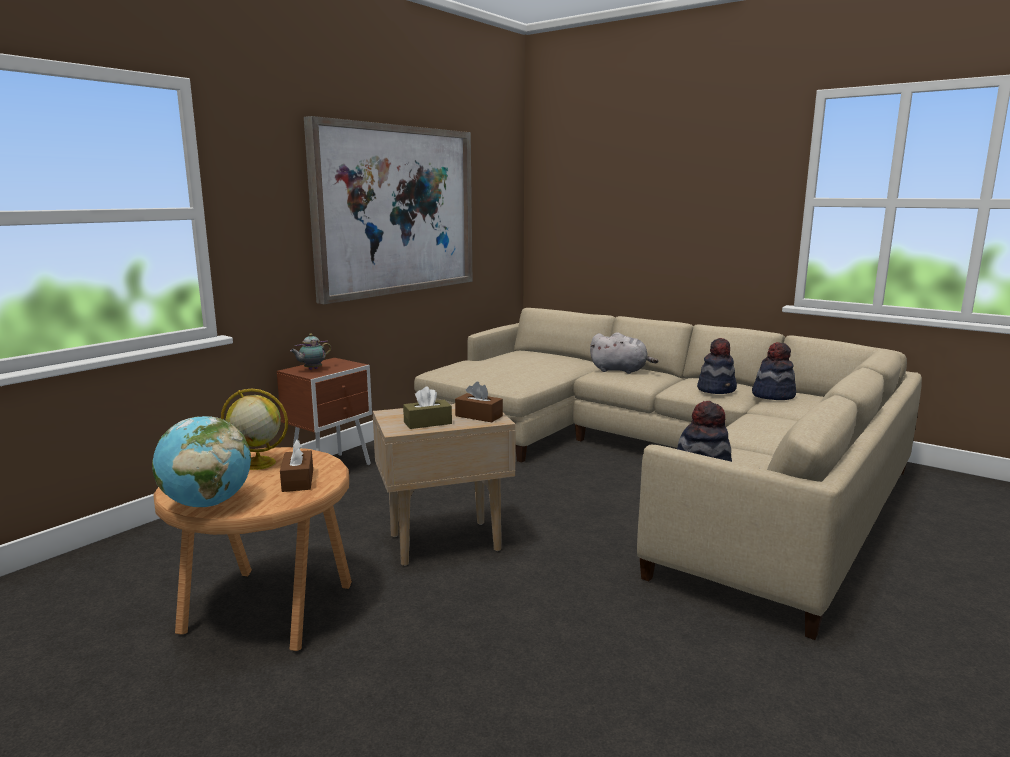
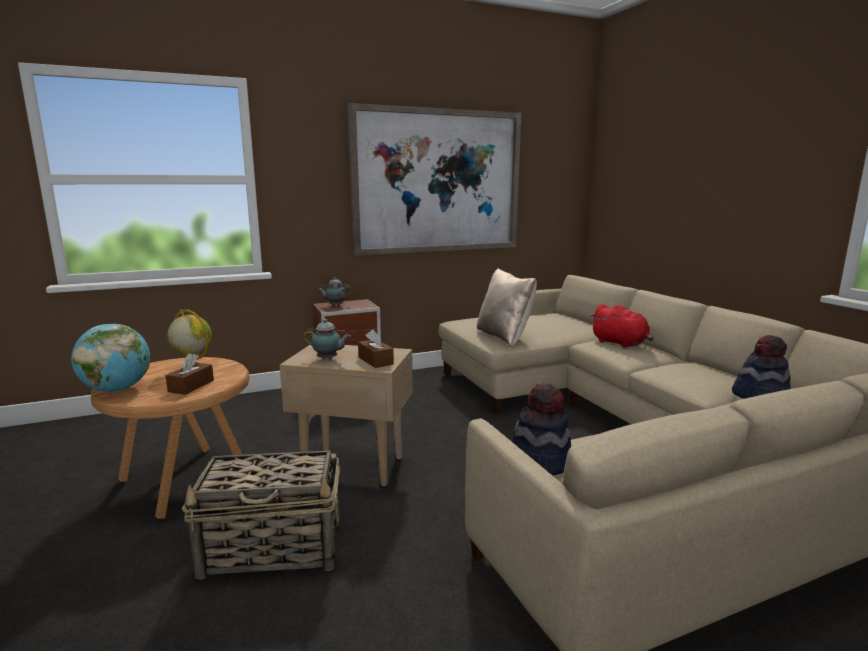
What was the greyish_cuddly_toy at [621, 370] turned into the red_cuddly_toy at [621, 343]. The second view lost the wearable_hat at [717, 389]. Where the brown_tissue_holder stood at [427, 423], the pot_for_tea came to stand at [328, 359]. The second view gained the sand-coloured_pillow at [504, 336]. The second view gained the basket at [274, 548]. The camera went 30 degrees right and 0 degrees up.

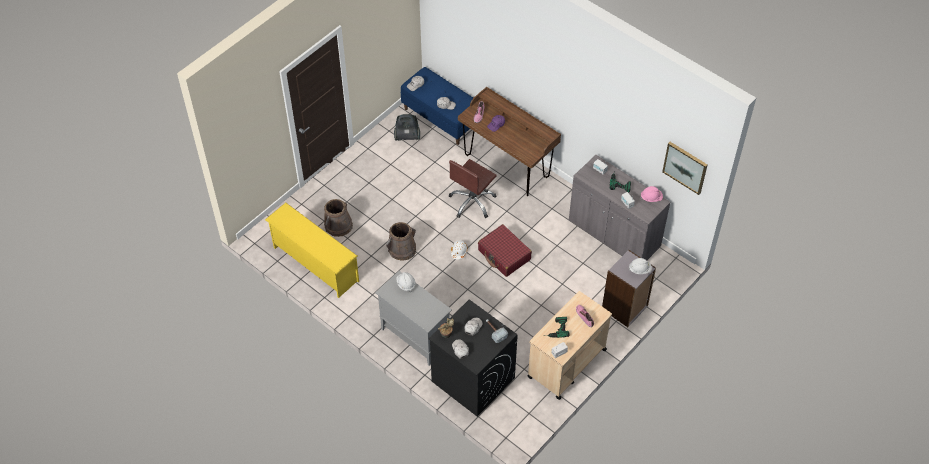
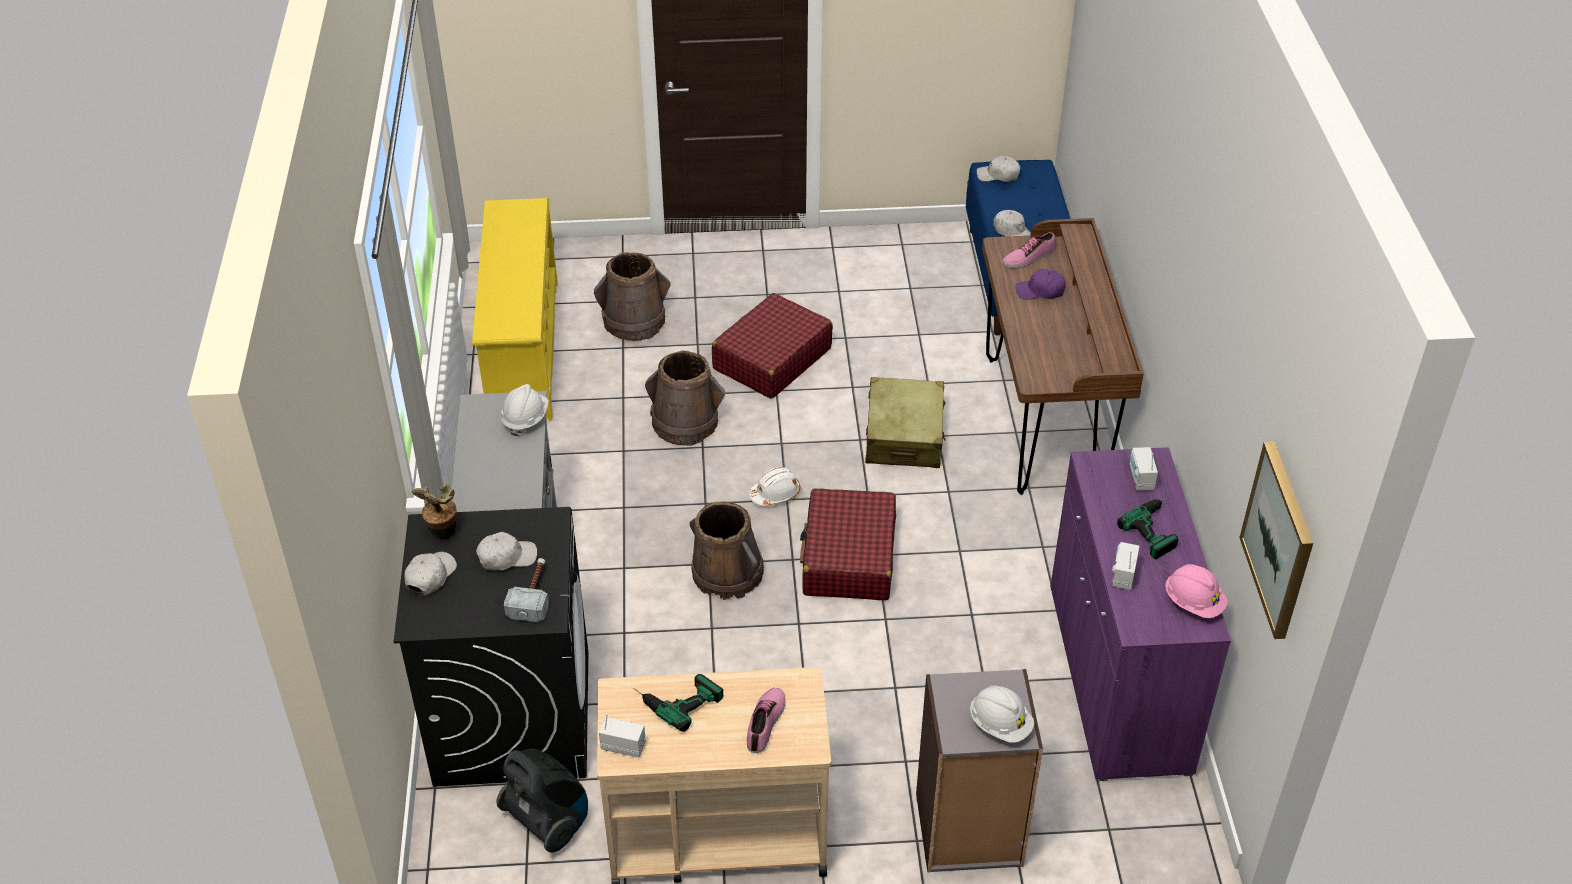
The vacuum ended up elsewhere, having gone from [407, 136] to [548, 821]. What was the greyish_cupboard at [614, 234] turned into the purple-coloured_cupboard at [1118, 678]. Where the brown_desk_chair stood at [472, 202], the sand-coloured_travel_case came to stand at [904, 435]. The second view gained the red_travel_case at [771, 359]. The second view gained the brown_pail at [727, 573]. The camera went 45 degrees right and 10 degrees down.

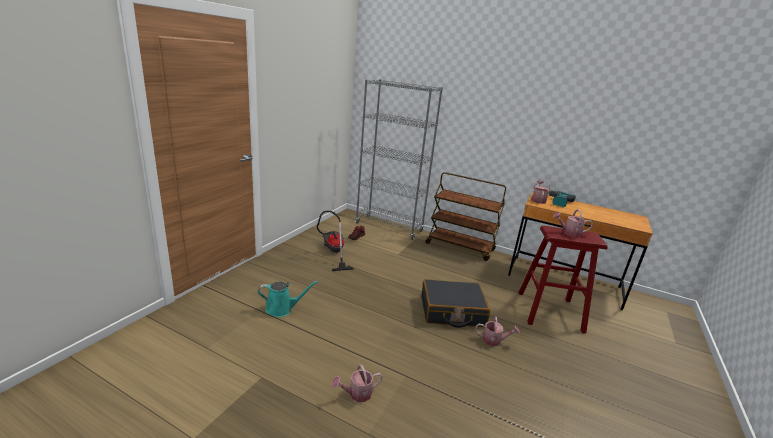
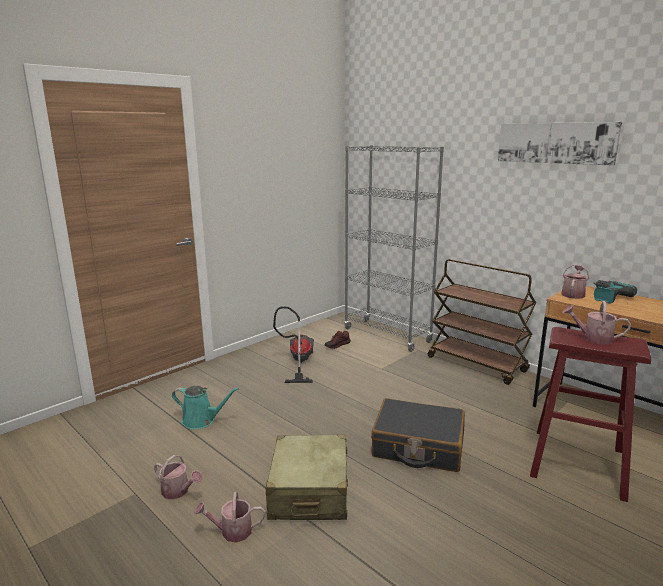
The watering_pot ended up elsewhere, having gone from [494, 340] to [178, 491]. The second view gained the wall_picture at [555, 143]. The second view gained the sand-coloured_travel_case at [309, 491]. The camera went 20 degrees right and 5 degrees down.

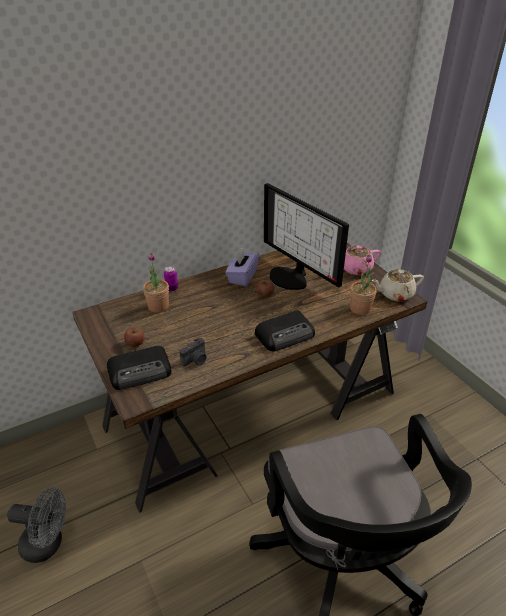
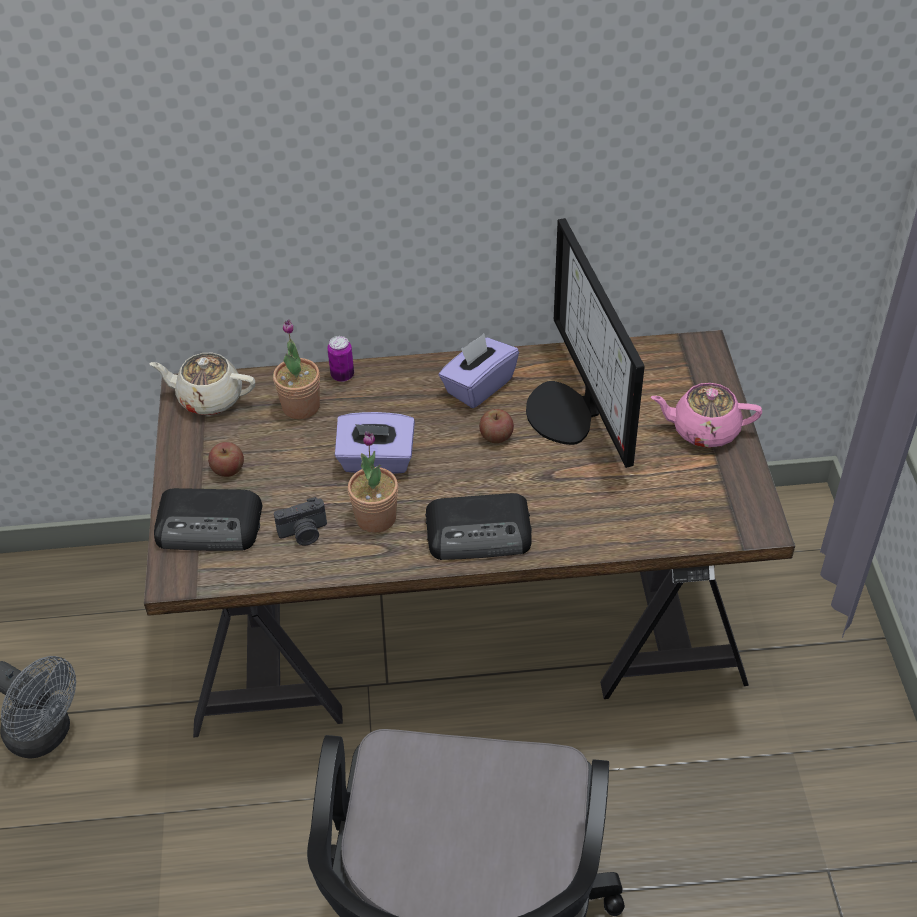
The potted_plant ended up elsewhere, having gone from [360, 308] to [376, 517]. The sand-coloured_pot_for_tea ended up elsewhere, having gone from [395, 294] to [209, 398]. The second view gained the purple-coloured_tissue_holder at [376, 461]. The camera went 25 degrees right and 10 degrees up.

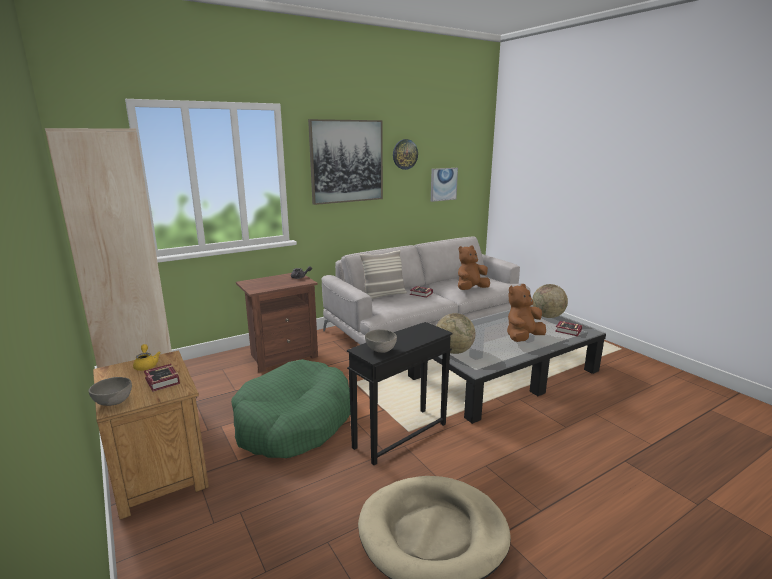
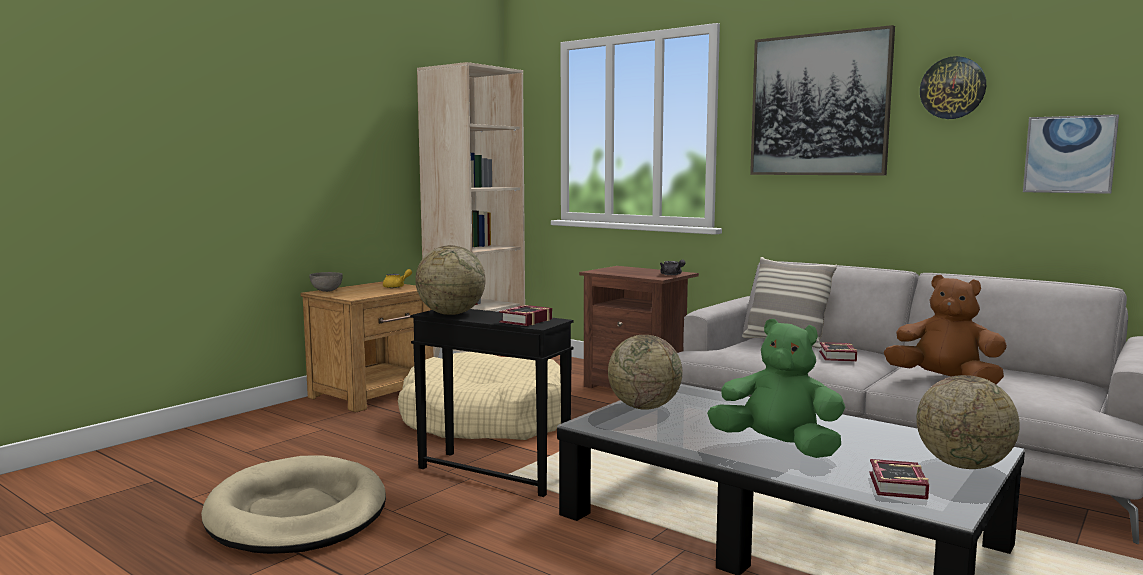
What was the brown_cuddly_toy at [523, 338] turned into the green_cuddly_toy at [778, 447]. Where the greyish_bowl stood at [380, 350], the globe came to stand at [451, 314]. What was the green_dog_bed at [293, 422] turned into the sand-coloured_dog_bed at [485, 419]. The book ended up elsewhere, having gone from [161, 382] to [523, 321]. The camera went 70 degrees right and 10 degrees down.

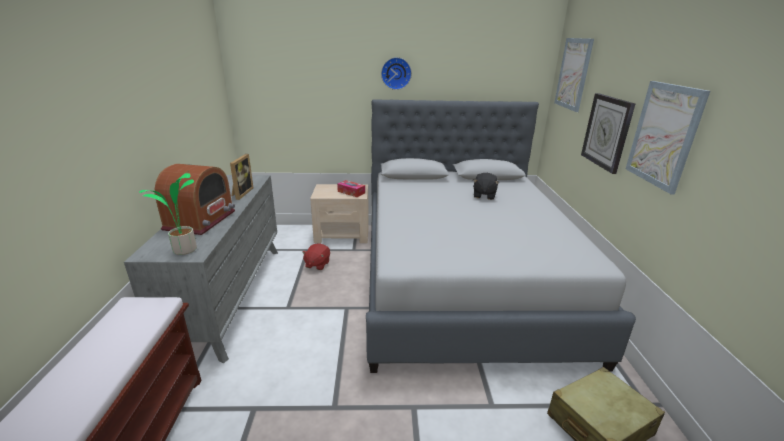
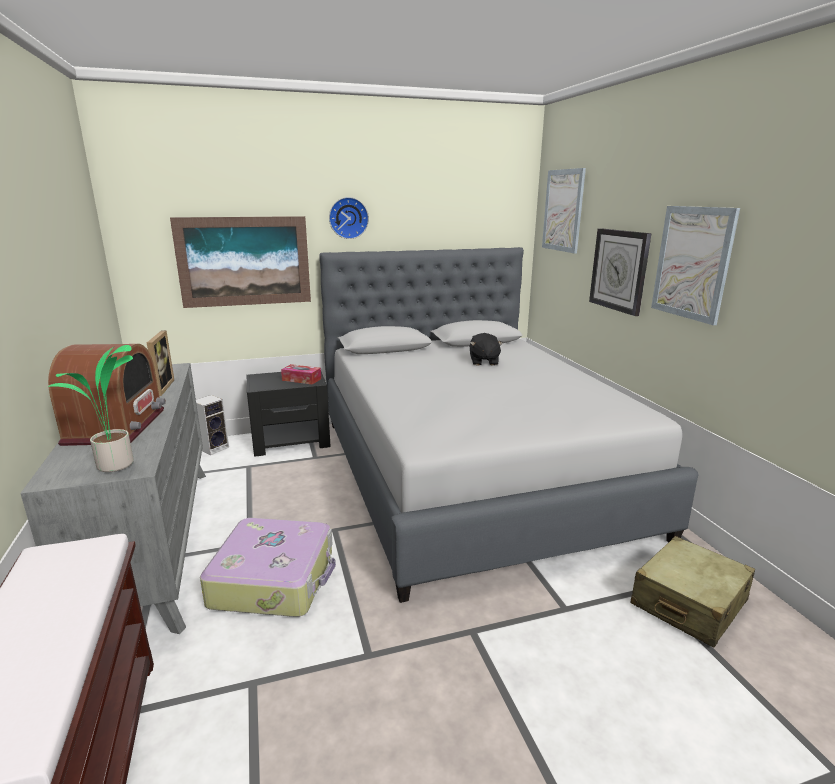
What was the sand-coloured_nightstand at [342, 234] turned into the blackish_nightstand at [291, 440]. The second view lost the red_cuddly_toy at [317, 264]. The second view gained the wall_picture at [244, 261]. The second view gained the speaker at [214, 448]. The second view gained the travel_case at [274, 579]. The camera went 15 degrees left and 5 degrees down.

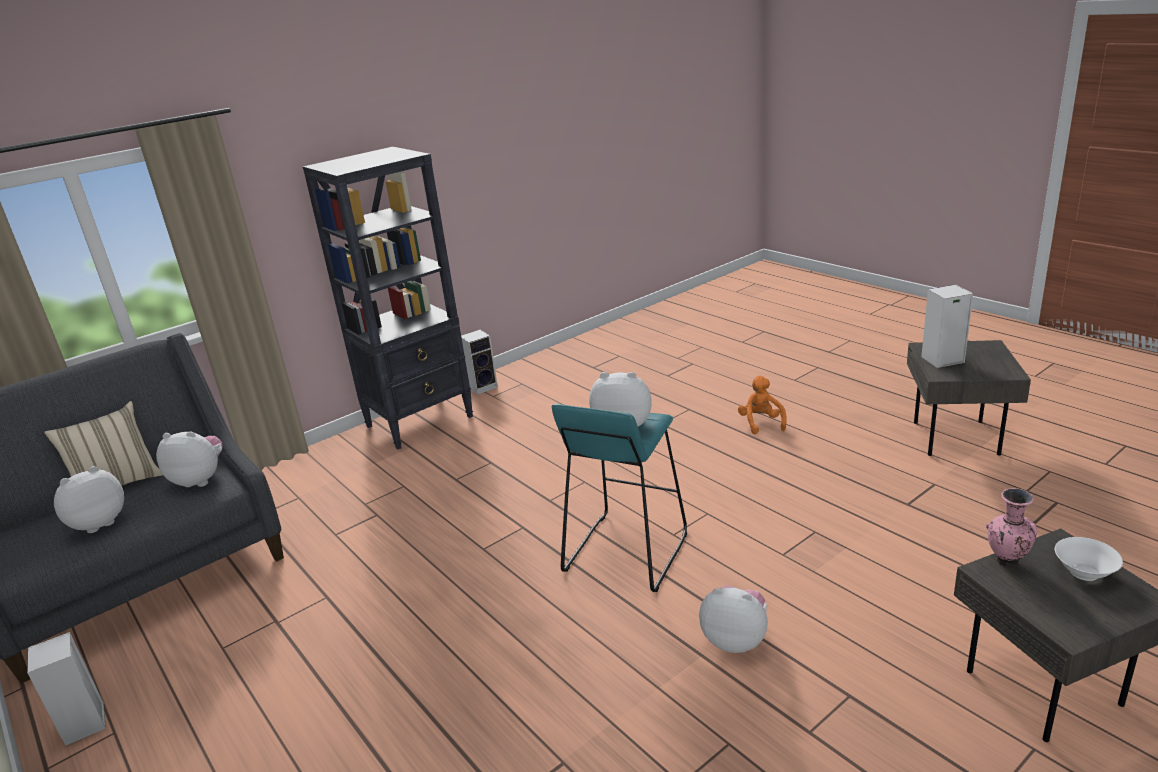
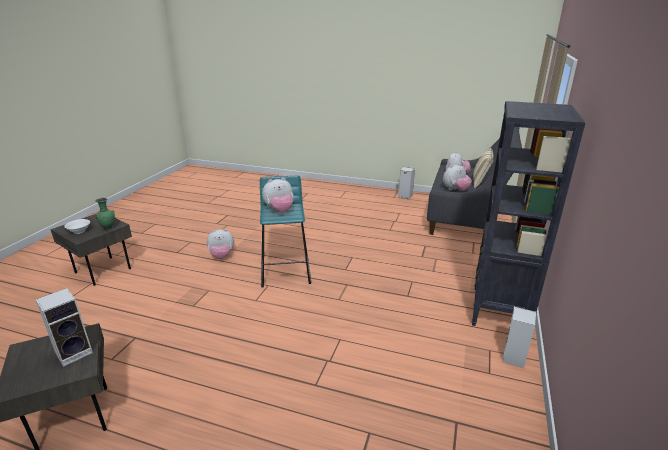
The second view lost the orange-coloured_cuddly_toy at [761, 423]. What was the pink-coloured_decorative_vase at [1006, 562] turned into the green_decorative_vase at [108, 228]. The camera went 145 degrees right and 0 degrees up.

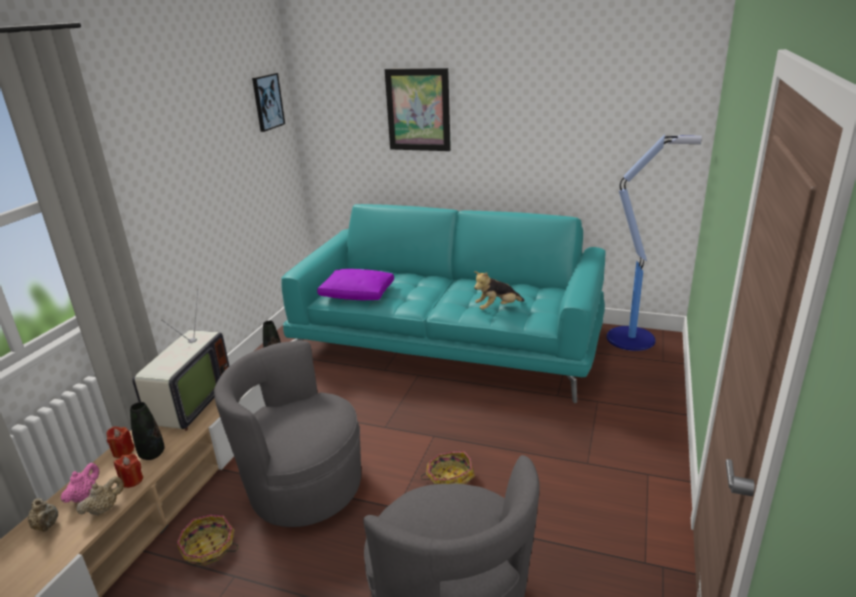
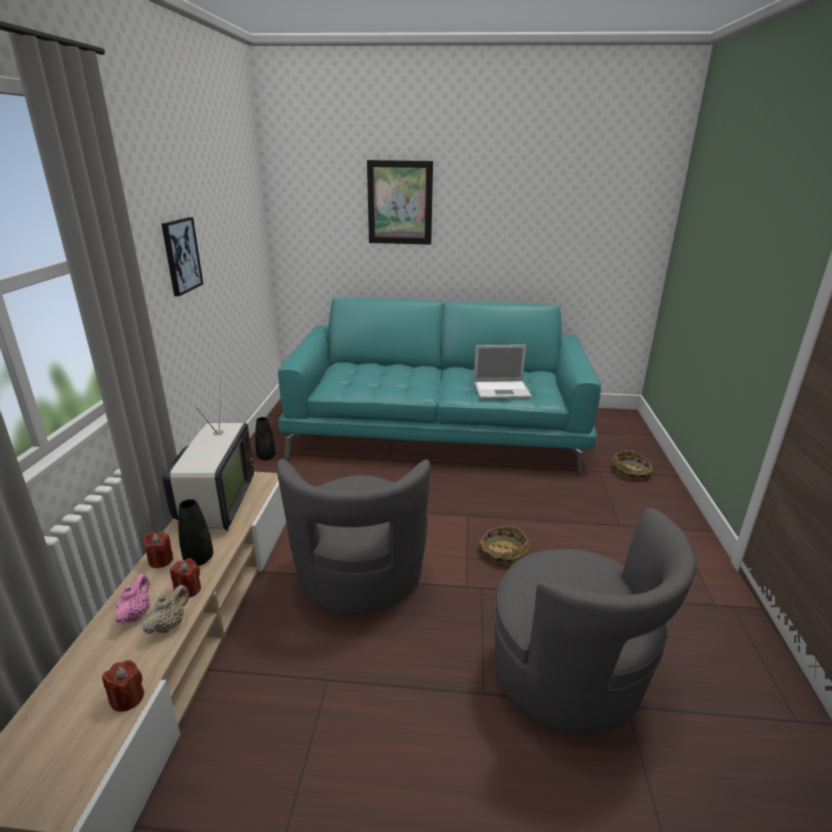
The wall_picture ended up elsewhere, having gone from [267, 102] to [181, 255]. The second view lost the standard_lamp at [633, 339]. The second view lost the purple-coloured_pillow at [358, 294]. Where the cuddly_toy stood at [497, 308], the laptop came to stand at [502, 390]. The greyish_lounge_chair at [303, 487] ended up facing another way, 90 degrees counterclockwise from before. The second view lost the sand-coloured_pot_for_tea at [47, 526]. The basket ended up elsewhere, having gone from [209, 549] to [631, 472]. The second view gained the red_wax_candle at [127, 698]. The camera went 15 degrees left and 0 degrees up.

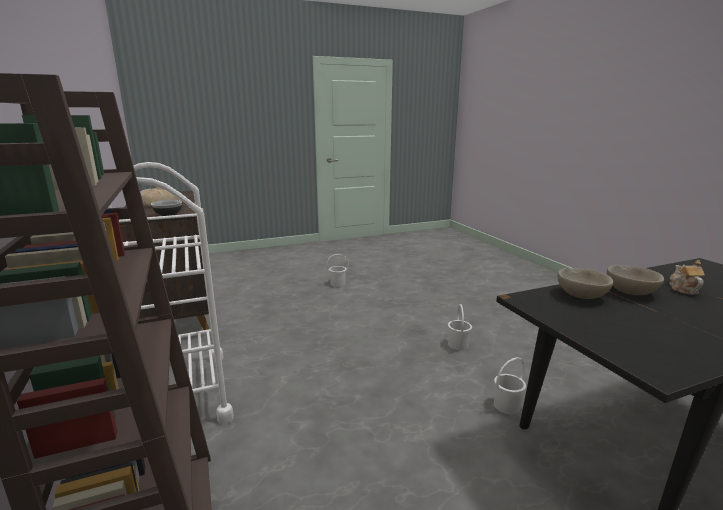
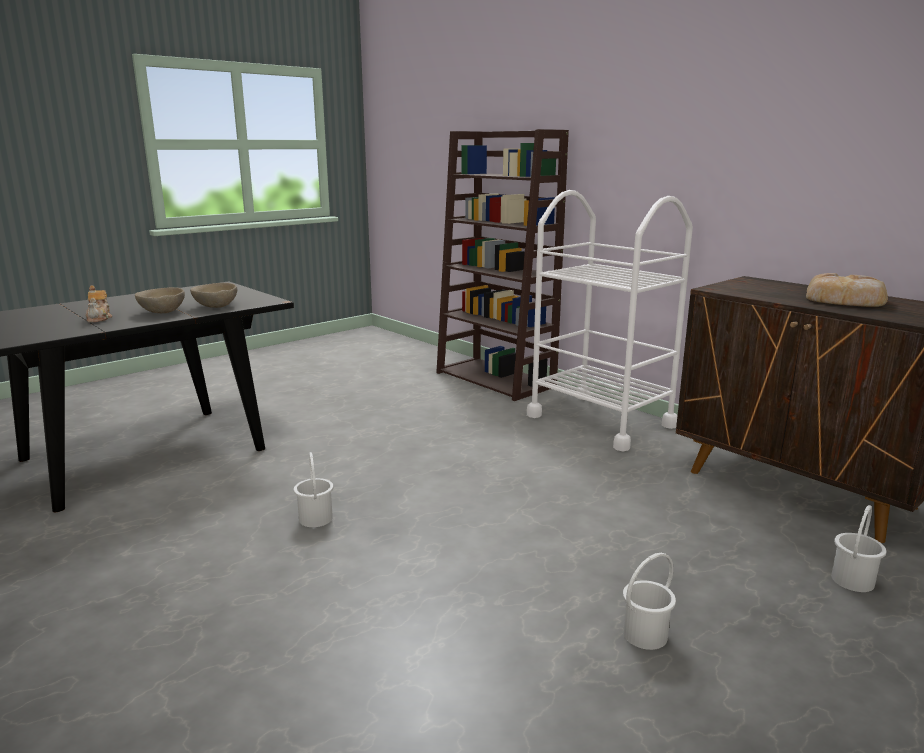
The second view lost the bowl at [168, 214]. The white-coloured_pail ended up elsewhere, having gone from [506, 405] to [853, 580]. The camera went 160 degrees right and 0 degrees up.

